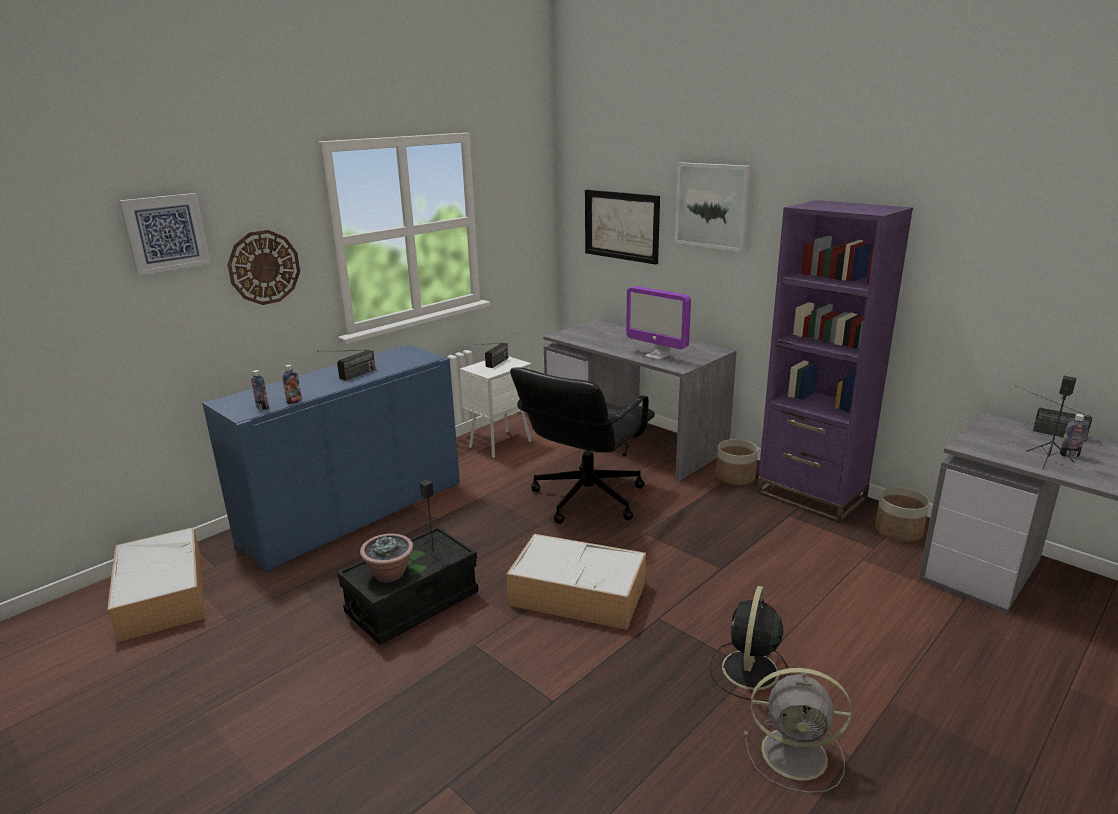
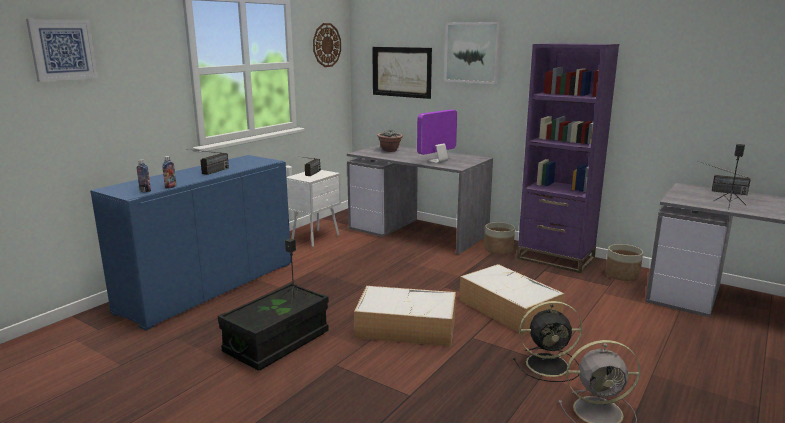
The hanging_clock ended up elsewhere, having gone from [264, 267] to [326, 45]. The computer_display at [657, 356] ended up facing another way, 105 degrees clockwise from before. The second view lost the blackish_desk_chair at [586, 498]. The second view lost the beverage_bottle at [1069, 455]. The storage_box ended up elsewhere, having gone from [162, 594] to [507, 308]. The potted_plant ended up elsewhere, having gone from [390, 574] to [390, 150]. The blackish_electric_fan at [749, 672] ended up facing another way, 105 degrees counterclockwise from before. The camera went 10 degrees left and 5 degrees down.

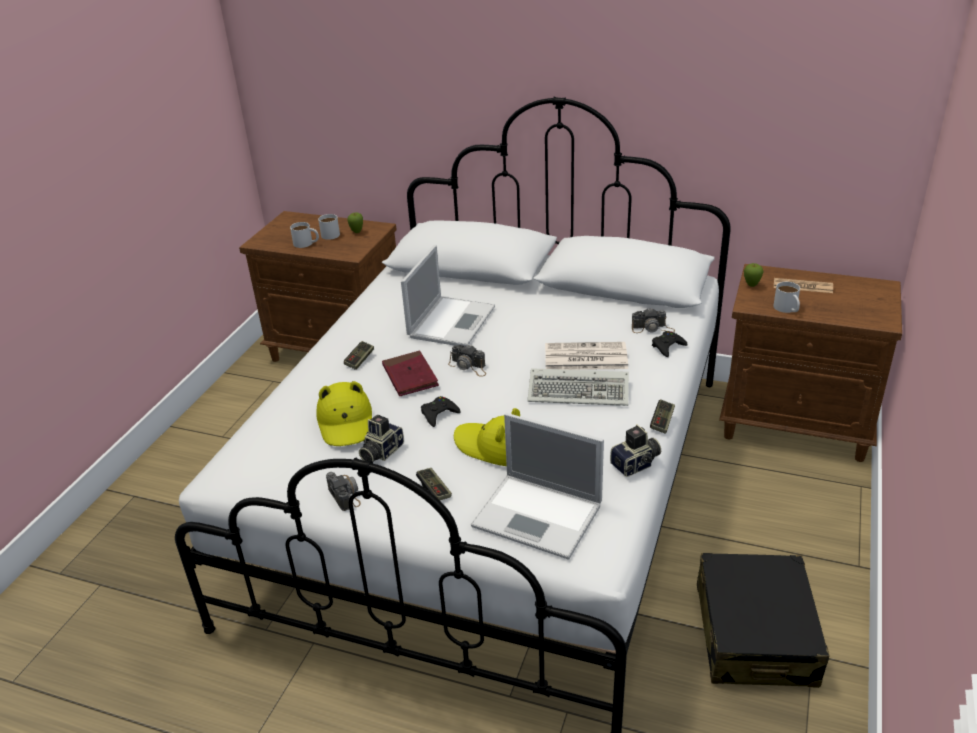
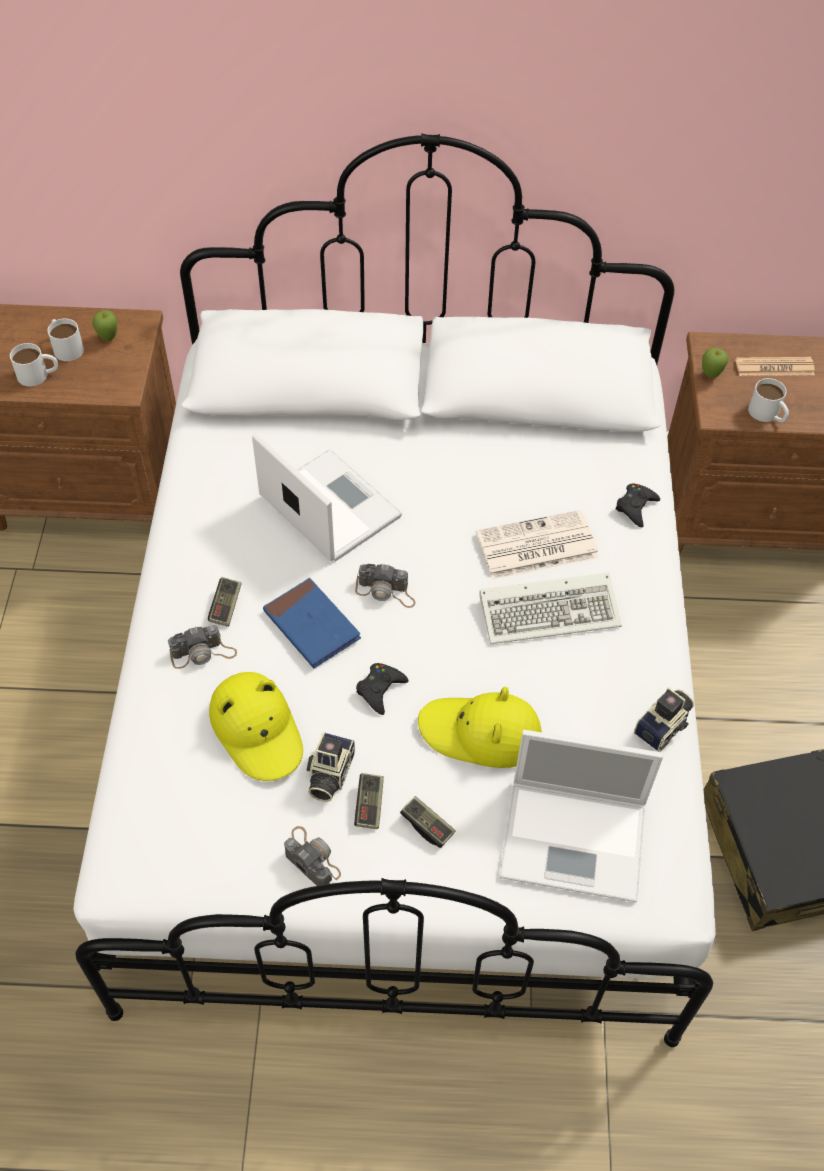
The laptop at [452, 321] ended up facing another way, 45 degrees counterclockwise from before. The photo_camera ended up elsewhere, having gone from [652, 328] to [203, 653]. What was the red_book at [410, 376] turned into the blue-coloured_book at [312, 626]. The gamepad ended up elsewhere, having gone from [662, 421] to [369, 805]. The camera went 20 degrees left and 20 degrees up.

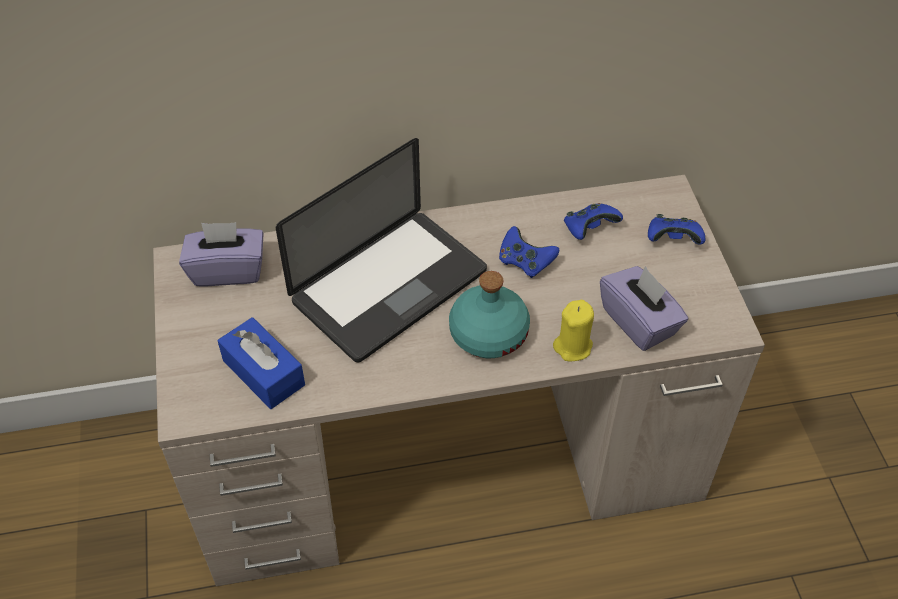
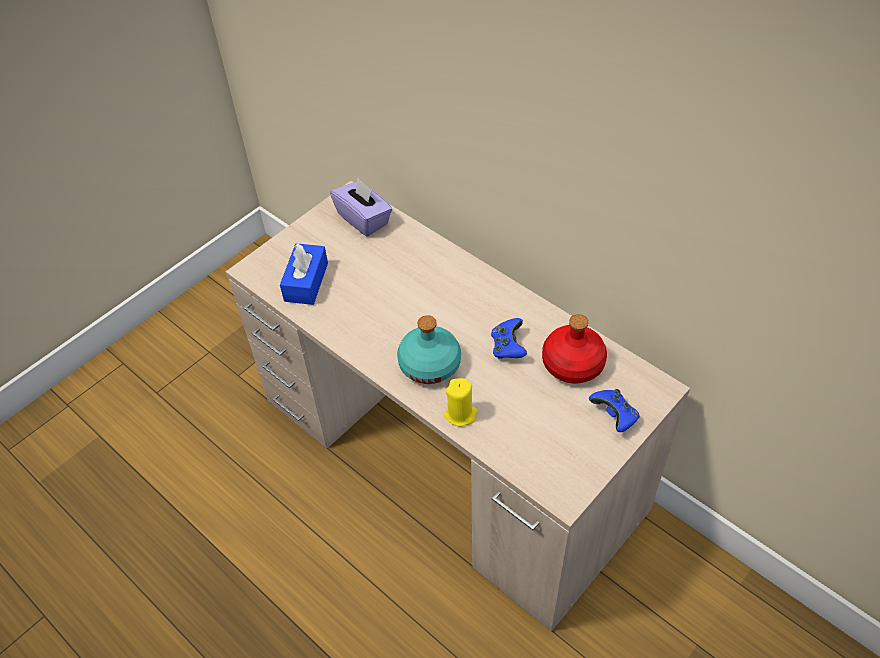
The second view lost the laptop at [389, 287]. Where the blue-coloured_gamepad stood at [589, 229], the red_beverage_bottle came to stand at [573, 363]. The second view lost the purple-coloured_tissue_holder at [639, 322]. The camera went 55 degrees right and 0 degrees up.

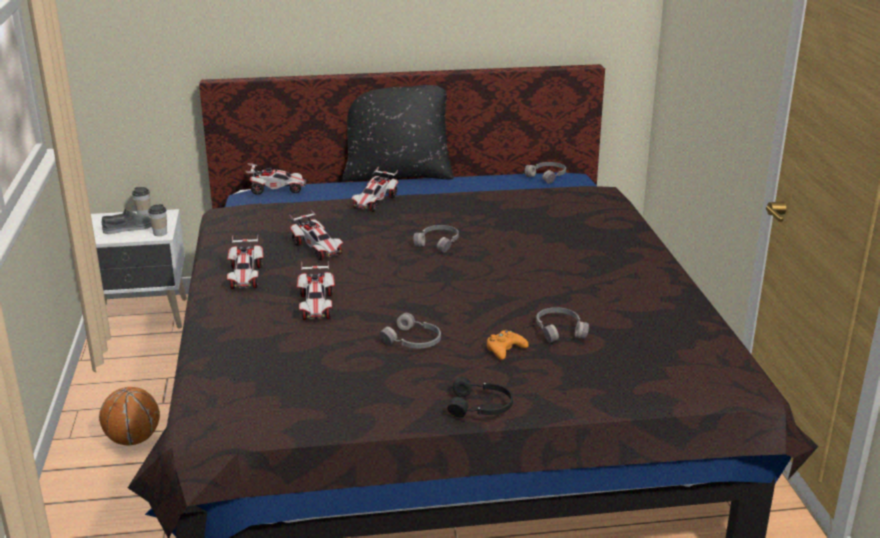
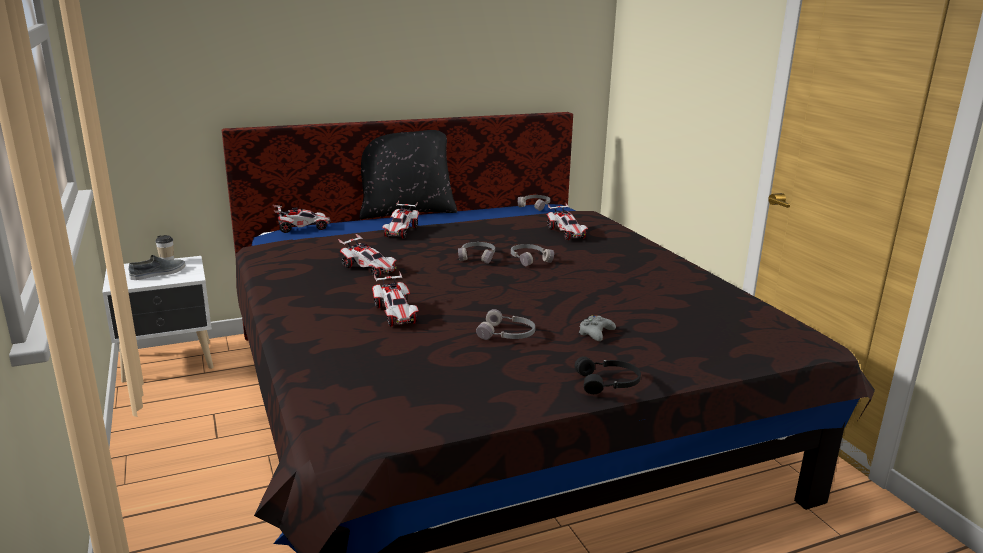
The second view lost the small_cup at [160, 233]. The toy_car ended up elsewhere, having gone from [246, 277] to [566, 233]. The greyish_headphones ended up elsewhere, having gone from [560, 330] to [530, 259]. What was the orange-coloured_gamepad at [505, 349] turned into the greyish_gamepad at [595, 333]. The second view lost the ball_for_basketball at [133, 440]. The camera went 15 degrees left and 5 degrees down.

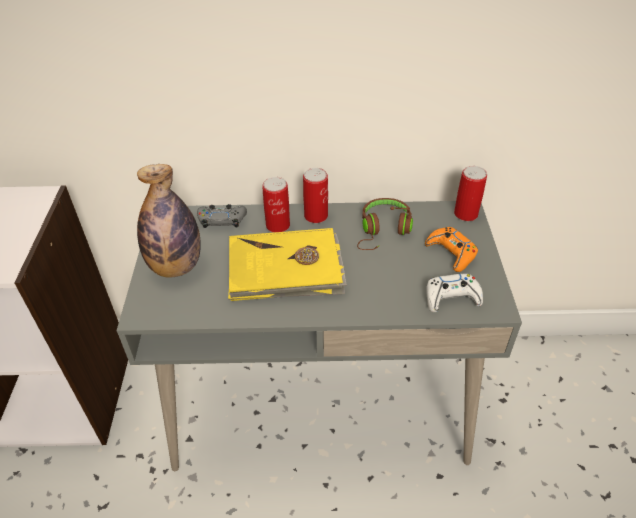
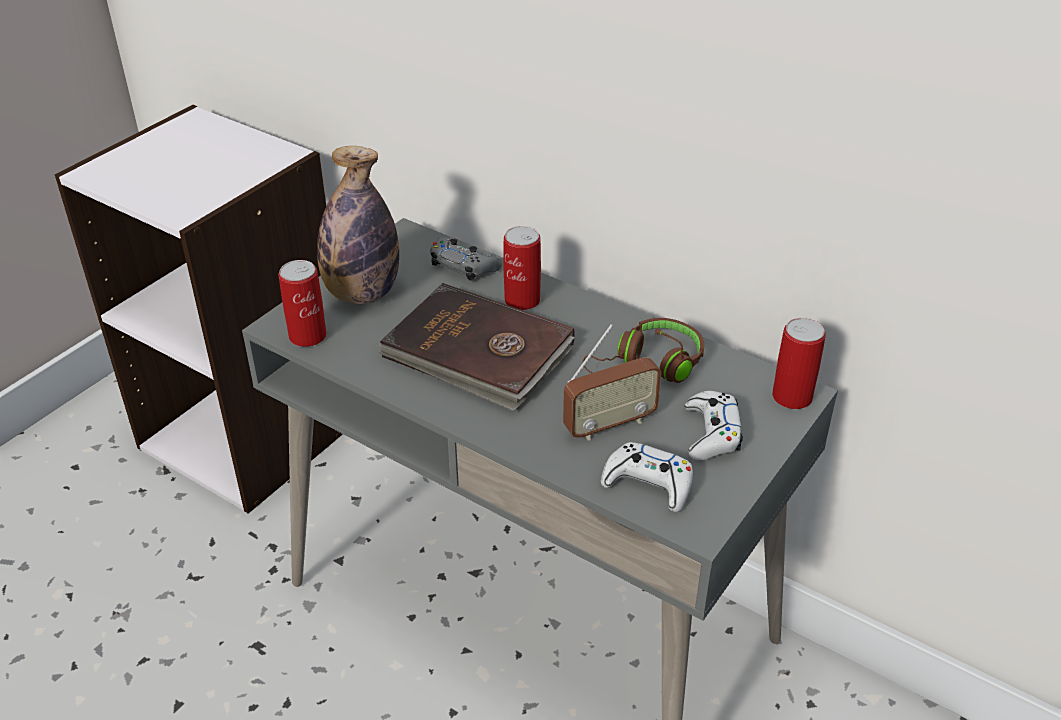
The metal_can ended up elsewhere, having gone from [316, 216] to [308, 336]. What was the orange-coloured_gamepad at [451, 253] turned into the white-coloured_gamepad at [711, 433]. What was the yellow_book at [285, 269] turned into the brown_book at [478, 353]. The second view gained the radio_set at [609, 424]. The camera went 35 degrees right and 5 degrees down.

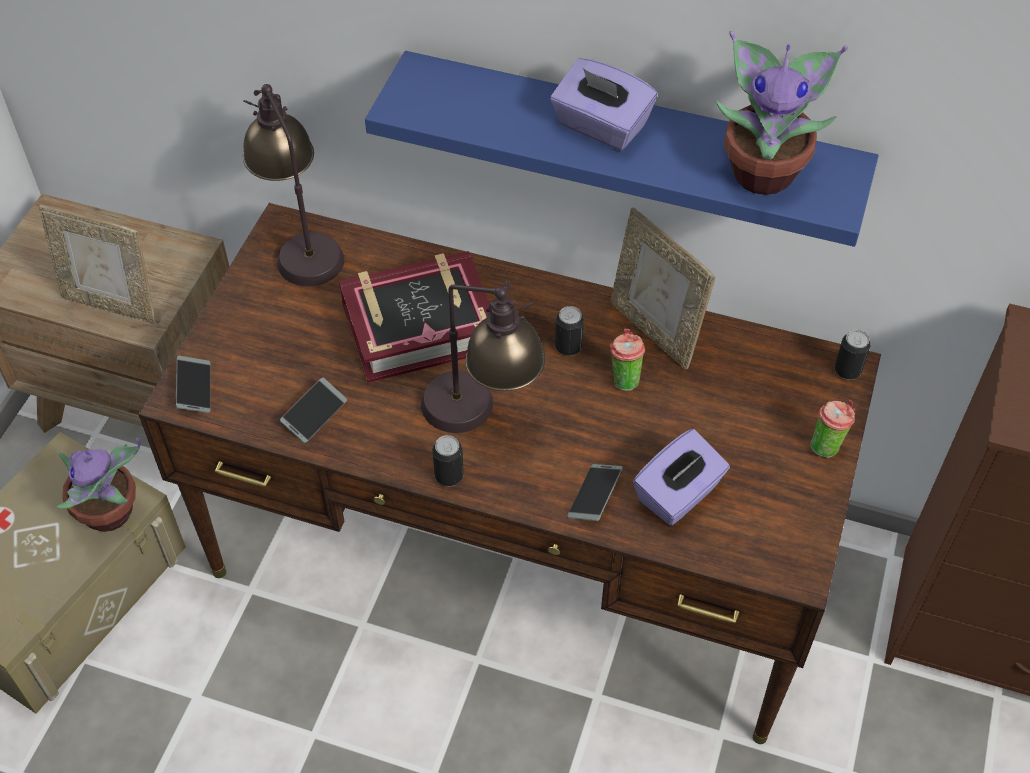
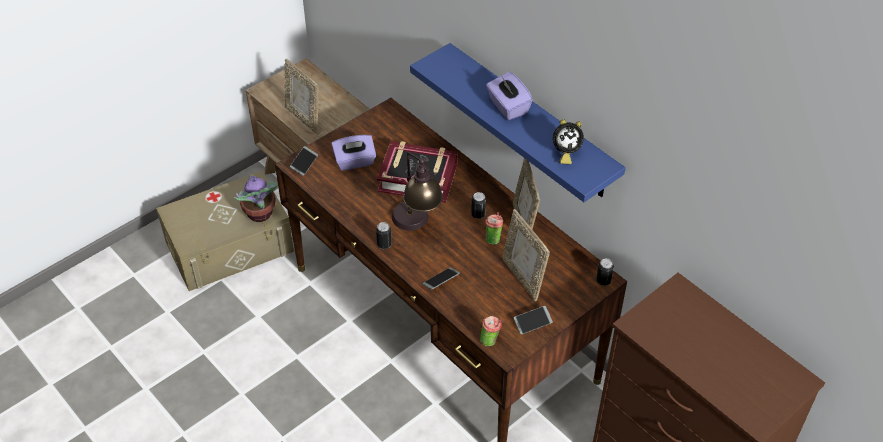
Where the potted_plant stood at [764, 171], the alarm_clock came to stand at [565, 153]. The second view lost the lamp_for_a_table at [300, 244]. The handset ended up elsewhere, having gone from [314, 414] to [532, 322]. The small_cup ended up elsewhere, having gone from [827, 445] to [490, 340]. The purple-coloured_tissue_holder ended up elsewhere, having gone from [678, 495] to [355, 162]. The second view gained the photo_frame at [523, 278]. The camera went 30 degrees right and 5 degrees down.

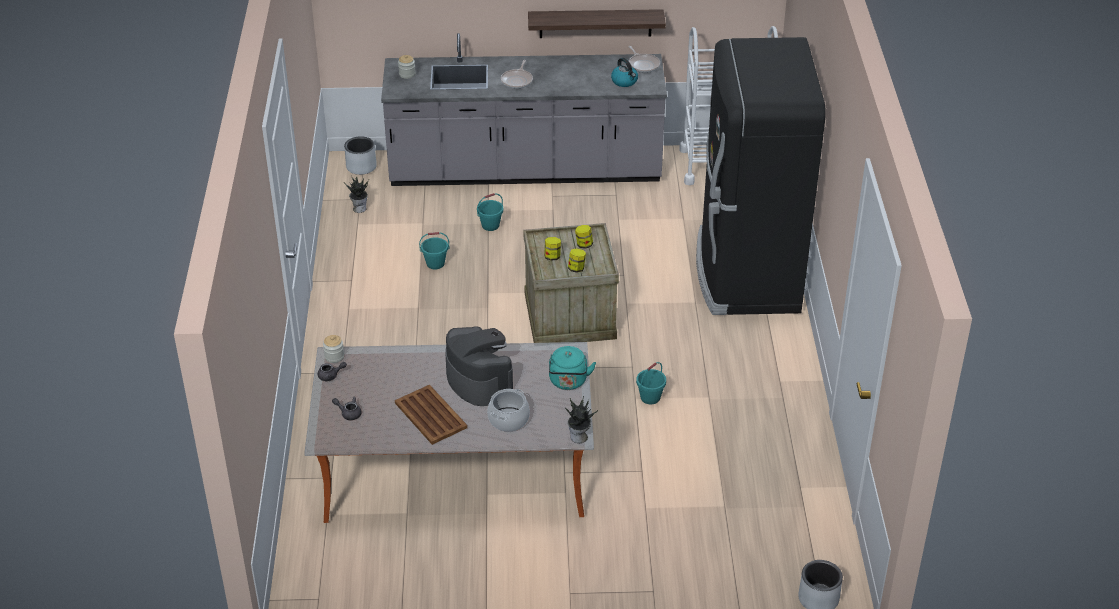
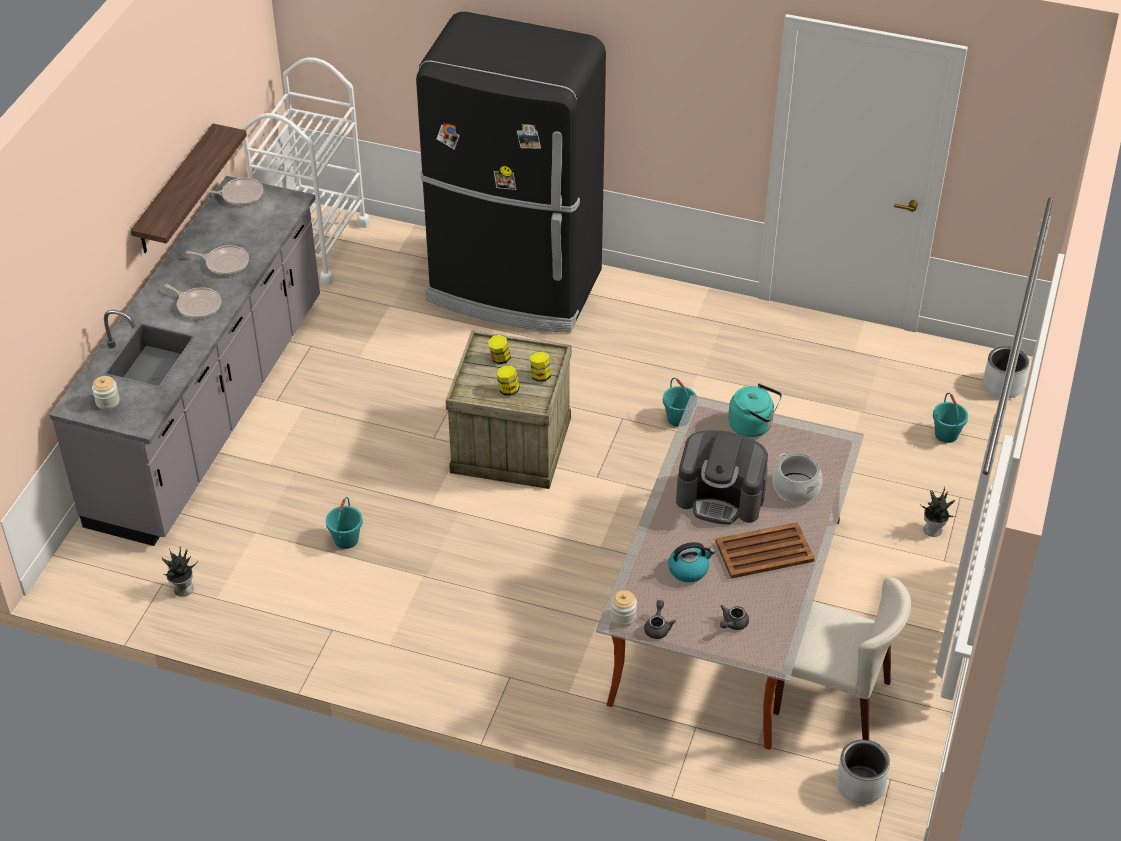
The water_kettle ended up elsewhere, having gone from [625, 81] to [689, 569]. The greyish_planter ended up elsewhere, having gone from [361, 167] to [860, 784]. The blue-green_pail ended up elsewhere, having gone from [490, 225] to [946, 434]. The coffee_brewer at [479, 380] ended up facing another way, 150 degrees counterclockwise from before. The potted_plant ended up elsewhere, having gone from [579, 437] to [933, 529]. The second view gained the frying_pan at [225, 263]. The second view gained the sand-coloured_upright_chair at [833, 697]. The camera went 70 degrees left and 5 degrees up.

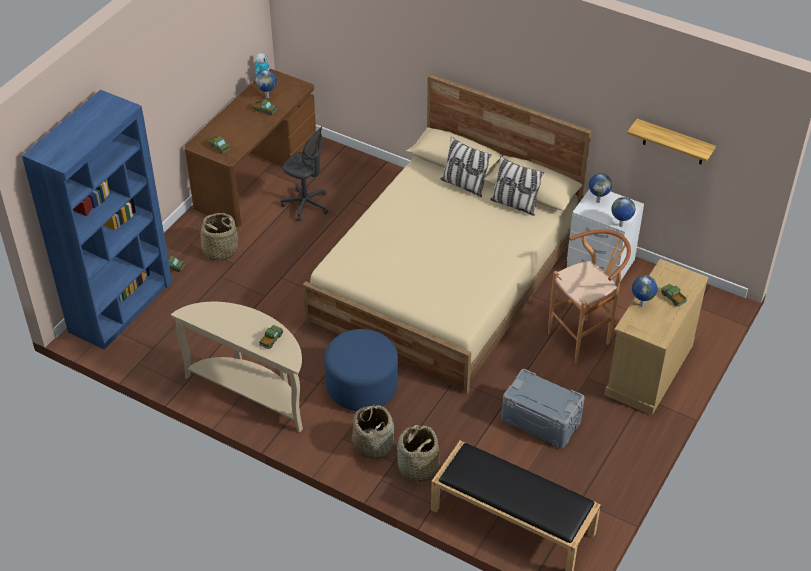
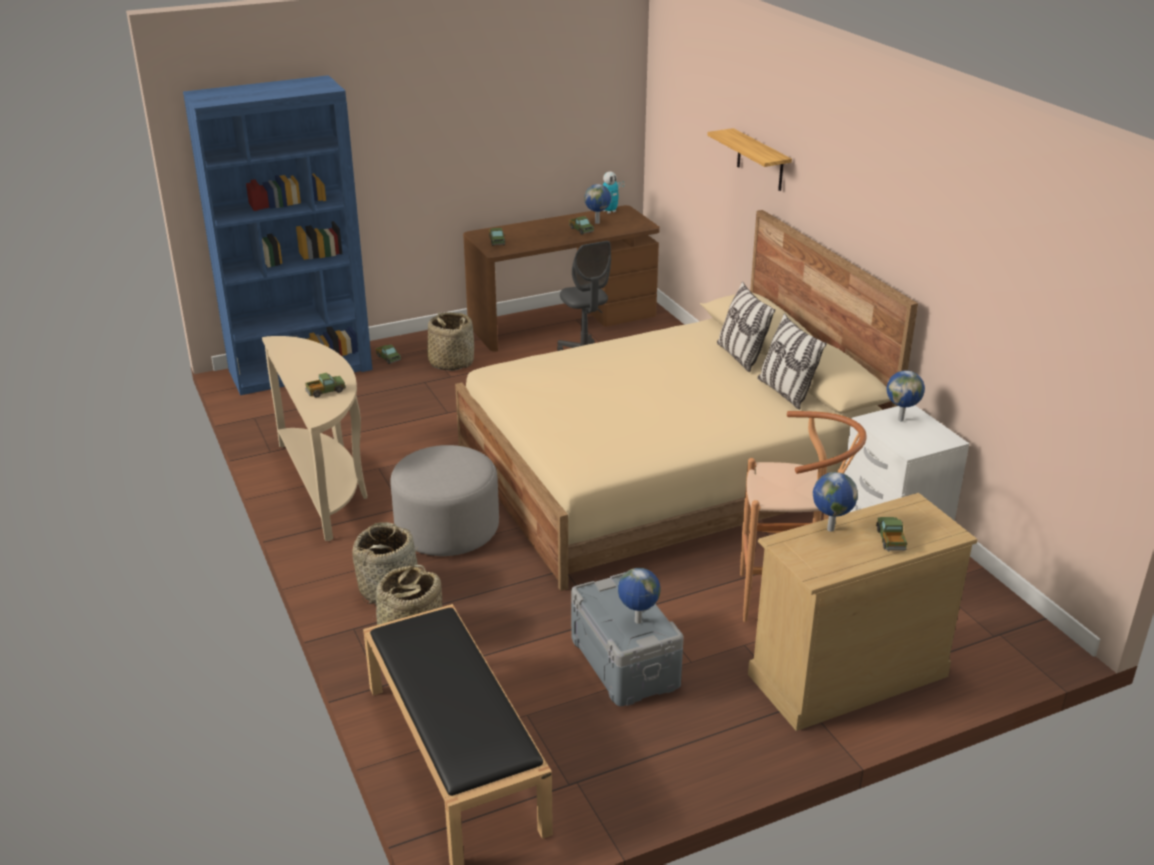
The shelf ended up elsewhere, having gone from [674, 142] to [760, 160]. The globe ended up elsewhere, having gone from [620, 226] to [637, 622]. What was the blue-coloured_footrest at [362, 386] turned into the greyish_footrest at [447, 530]. The camera went 35 degrees right and 15 degrees down.

